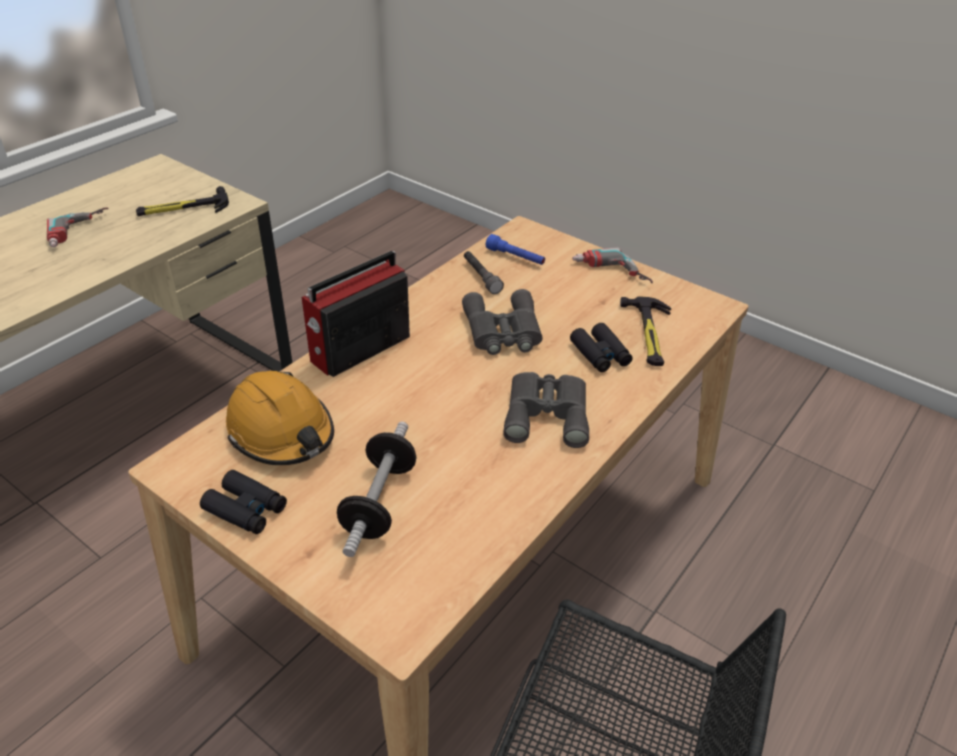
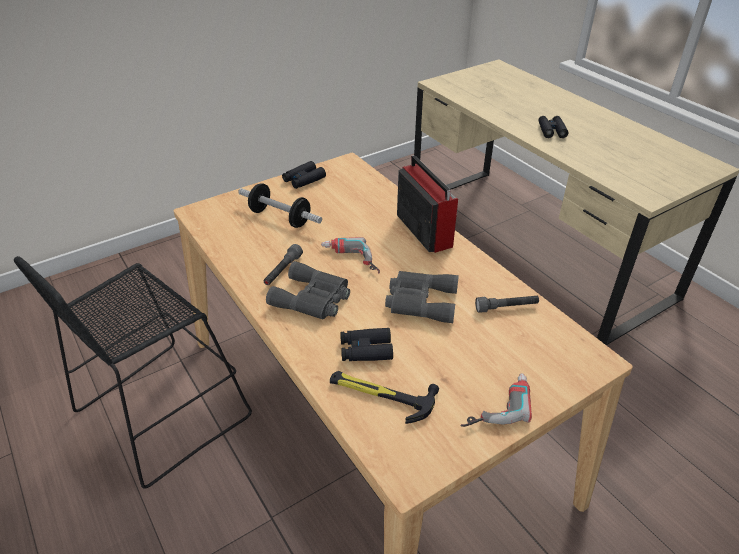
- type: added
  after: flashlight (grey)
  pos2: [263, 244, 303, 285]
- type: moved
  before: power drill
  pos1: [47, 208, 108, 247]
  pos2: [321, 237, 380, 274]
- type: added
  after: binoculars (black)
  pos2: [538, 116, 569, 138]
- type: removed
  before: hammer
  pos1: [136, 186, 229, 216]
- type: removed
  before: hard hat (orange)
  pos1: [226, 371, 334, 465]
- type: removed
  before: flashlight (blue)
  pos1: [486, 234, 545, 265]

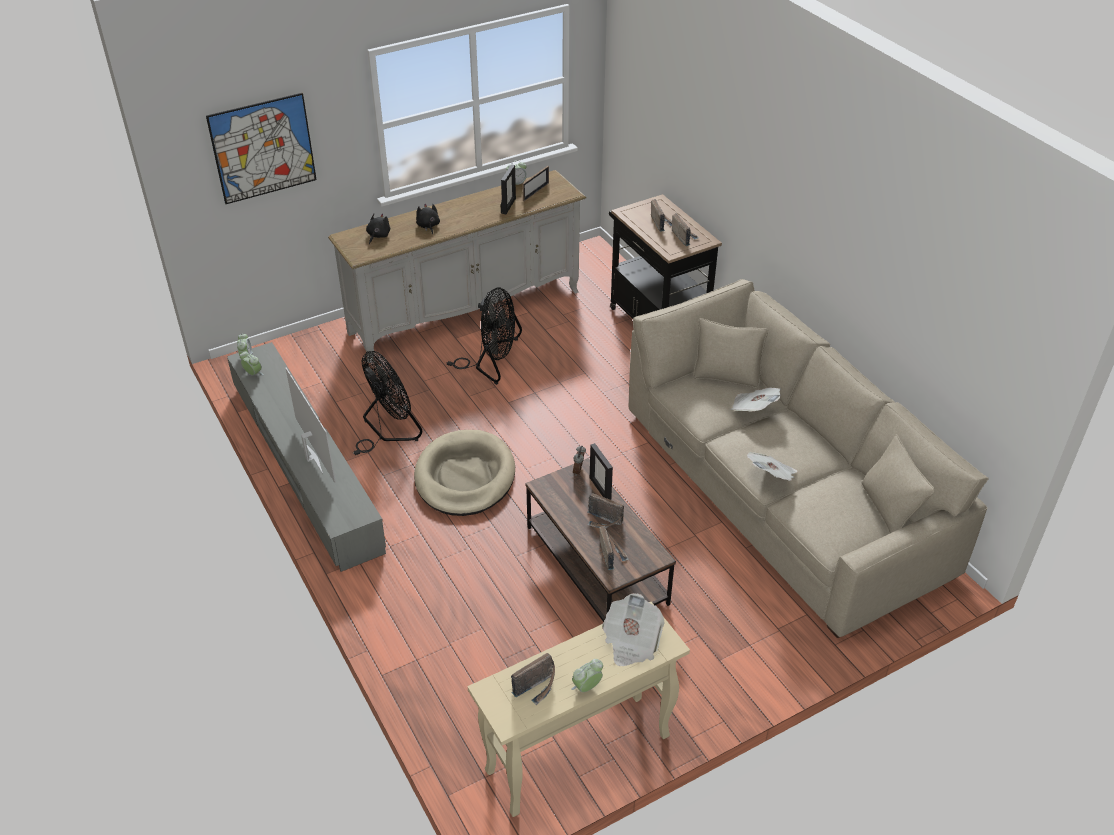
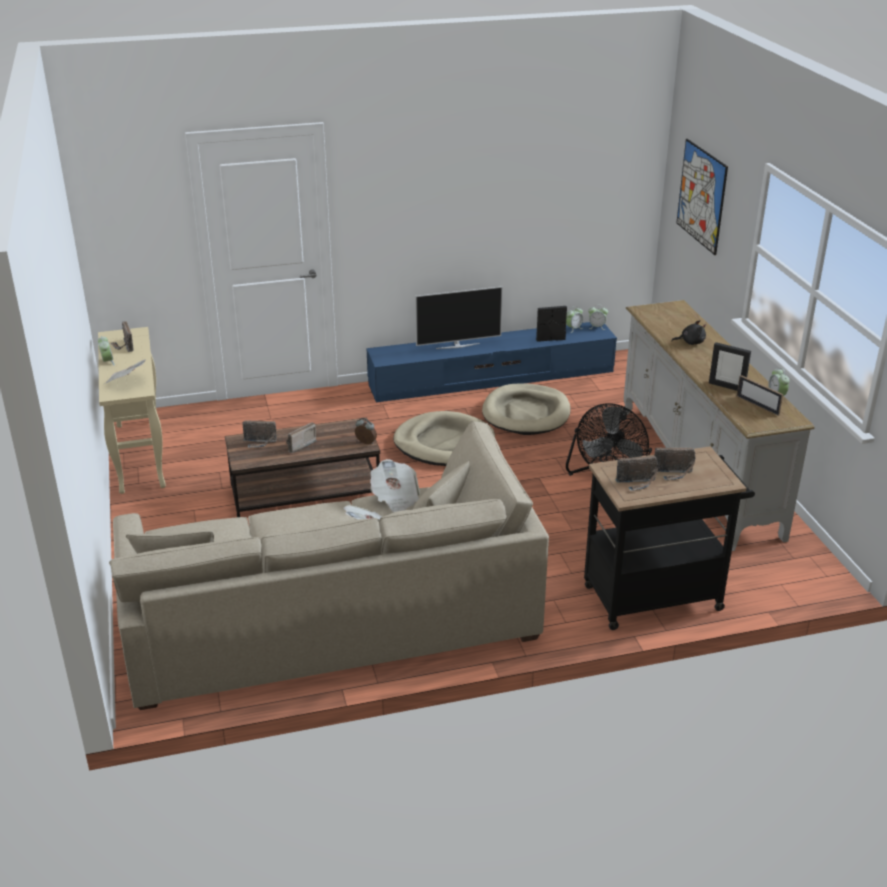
- type: recoloured
  before: tv stand (grey)
  after: tv stand (blue)
  pos1: [227, 342, 386, 572]
  pos2: [366, 322, 617, 402]
- type: moved
  before: newspaper
  pos1: [747, 452, 797, 481]
  pos2: [370, 459, 420, 513]
- type: replaced
  before: fan (black)
  after: dog bed (beige)
  pos1: [353, 351, 422, 455]
  pos2: [482, 384, 571, 435]
- type: moved
  before: picture frame
  pos1: [590, 443, 613, 500]
  pos2: [536, 306, 567, 342]
- type: removed
  before: plush toy (black)
  pos1: [366, 213, 390, 244]

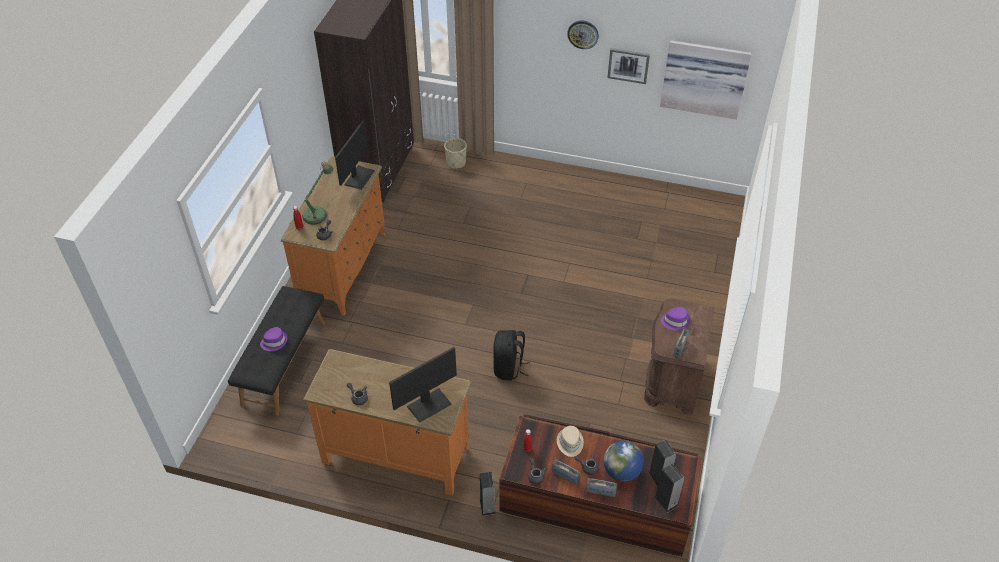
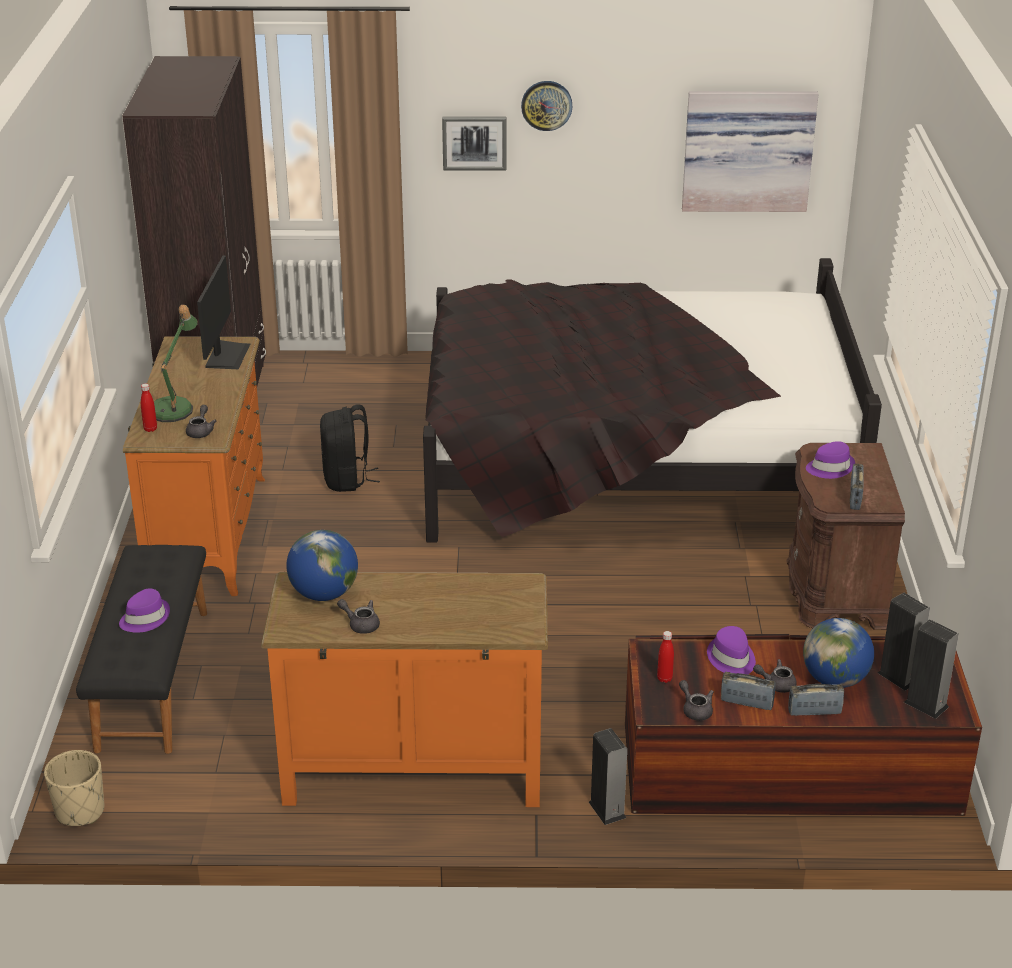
- type: moved
  before: planter (beige)
  pos1: [444, 138, 467, 169]
  pos2: [44, 750, 104, 826]
- type: added
  after: globe
  pos2: [286, 530, 358, 601]
- type: moved
  before: backpack (black)
  pos1: [493, 330, 530, 380]
  pos2: [320, 404, 380, 492]
- type: added
  after: bed (black)
  pos2: [423, 258, 882, 543]
- type: moved
  before: picture
  pos1: [608, 48, 650, 84]
  pos2: [442, 116, 506, 171]
- type: recoloured
  before: hat (beige)
  after: hat (purple)
  pos1: [557, 426, 584, 457]
  pos2: [707, 626, 756, 674]
- type: removed
  before: monitor
  pos1: [389, 347, 457, 423]

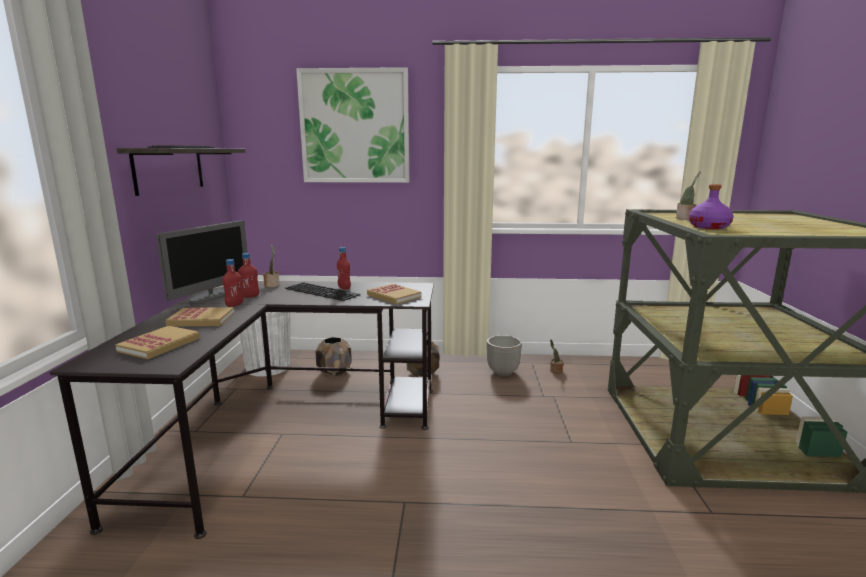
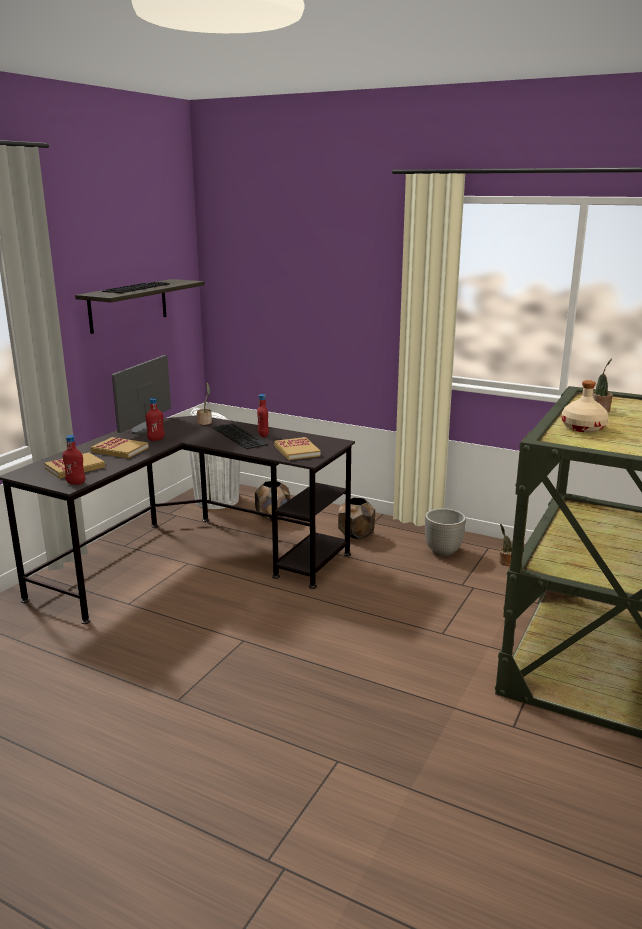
- type: moved
  before: bottle (red)
  pos1: [238, 253, 259, 298]
  pos2: [63, 435, 85, 485]
- type: turned
  before: monitor
  pos1: [156, 220, 247, 303]
  pos2: [112, 355, 171, 434]
  turn: 150
- type: recoloured
  before: bottle (purple)
  after: bottle (beige)
  pos1: [689, 184, 734, 229]
  pos2: [561, 380, 608, 432]
- type: removed
  before: picture
  pos1: [296, 67, 409, 183]

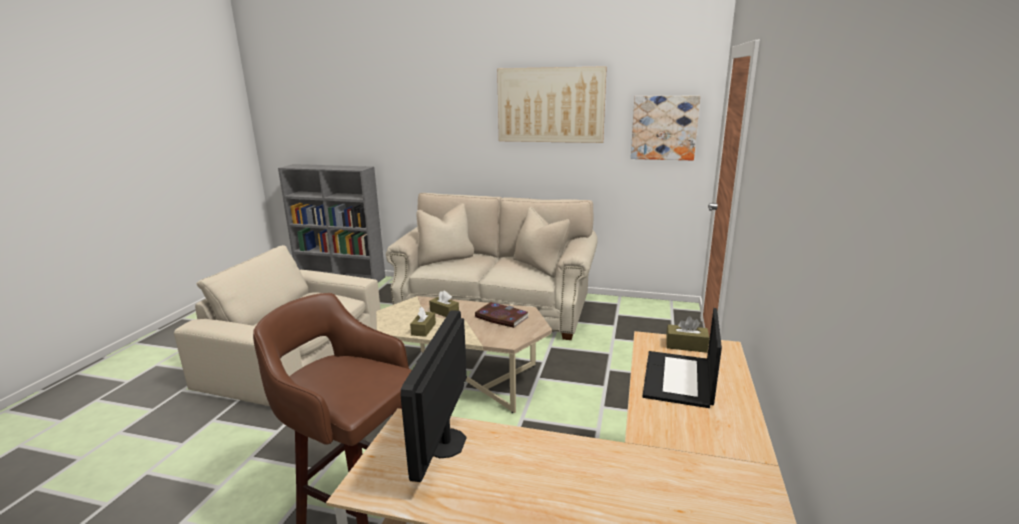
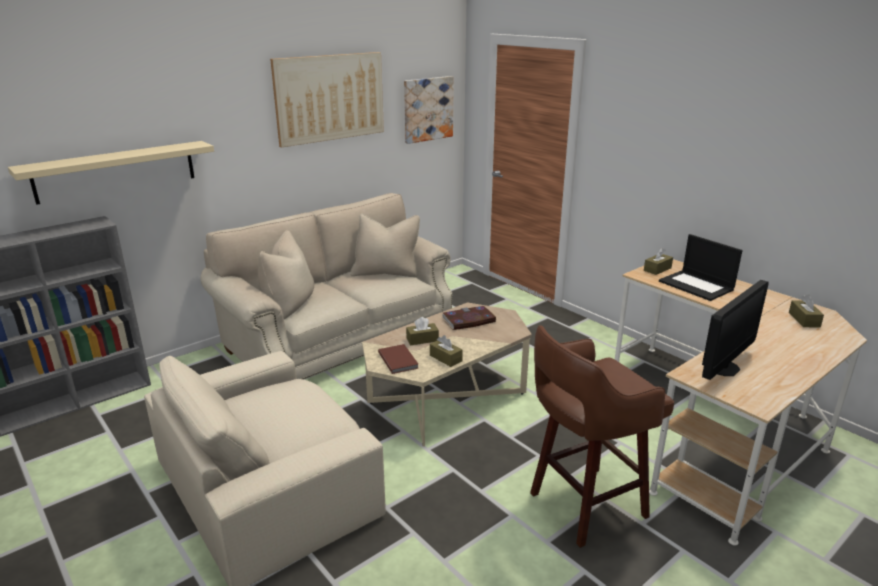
- type: added
  after: shelf (beige)
  pos2: [8, 141, 214, 205]
- type: added
  after: book (brown)
  pos2: [378, 344, 419, 374]
- type: turned
  before: monitor
  pos1: [401, 310, 467, 482]
  pos2: [702, 280, 769, 380]
  turn: -90
- type: added
  after: tissue box (brown)
  pos2: [789, 294, 824, 328]

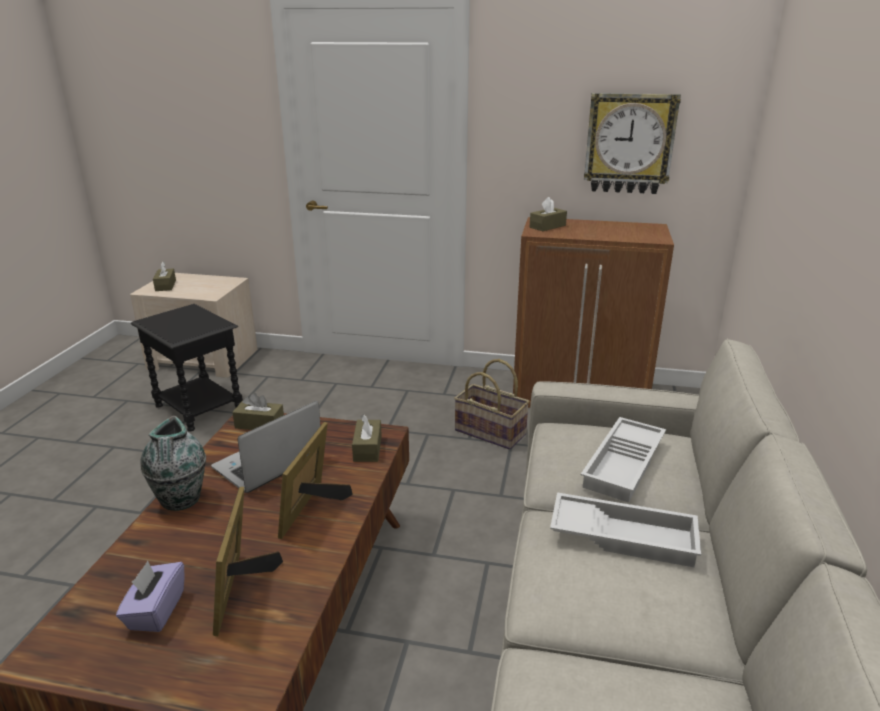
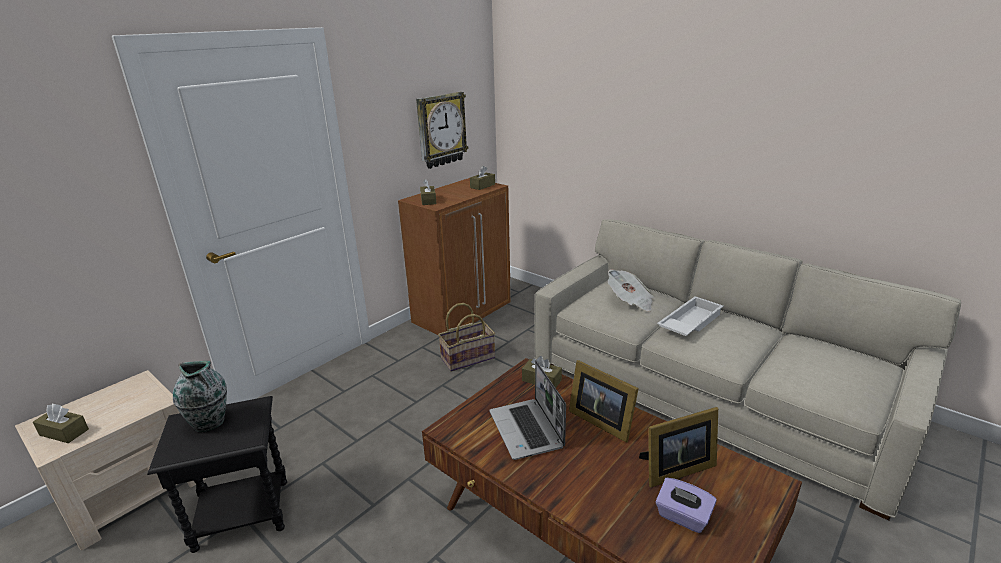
- type: moved
  before: vase
  pos1: [140, 416, 206, 511]
  pos2: [173, 361, 227, 432]
- type: moved
  before: tissue box (brown)
  pos1: [232, 393, 284, 430]
  pos2: [470, 166, 495, 190]
- type: replaced
  before: tray (white)
  after: newspaper
  pos1: [581, 417, 666, 503]
  pos2: [608, 269, 654, 311]
- type: turned
  before: picture frame
  pos1: [213, 487, 283, 636]
  pos2: [639, 407, 718, 487]
  turn: -45

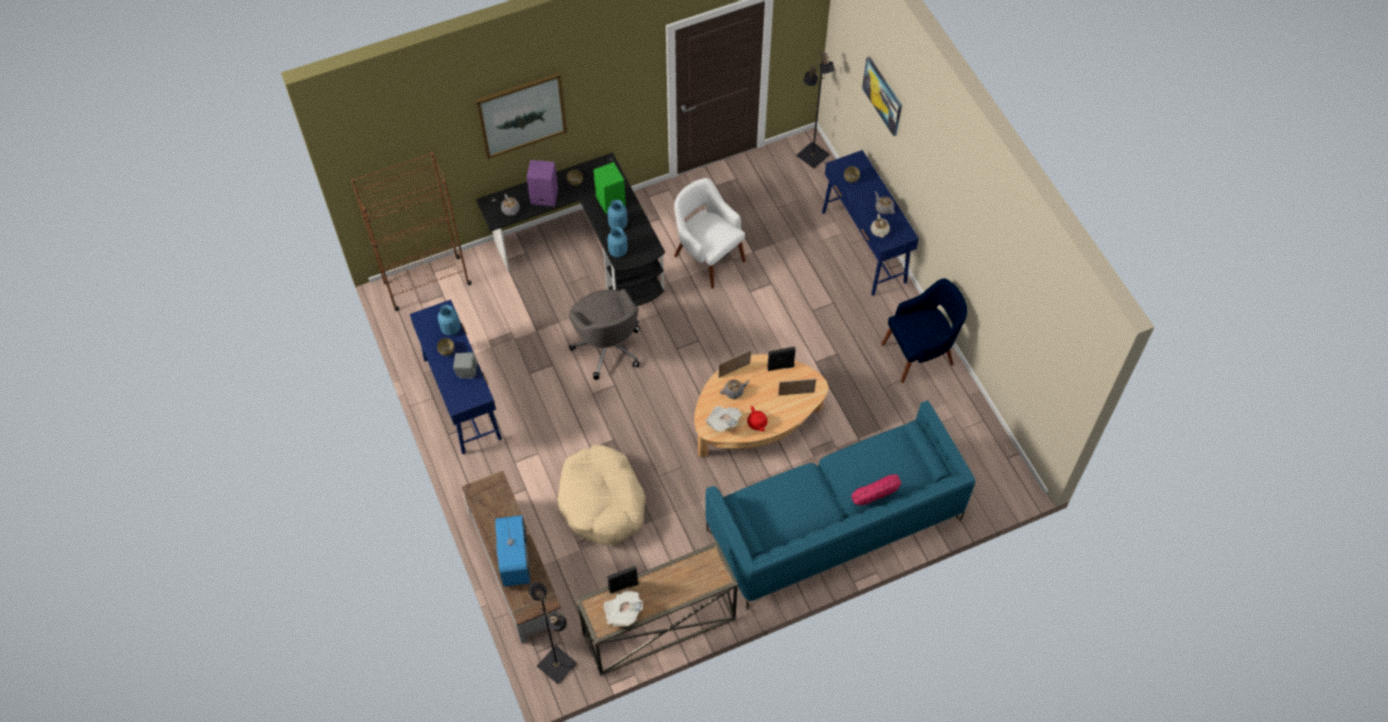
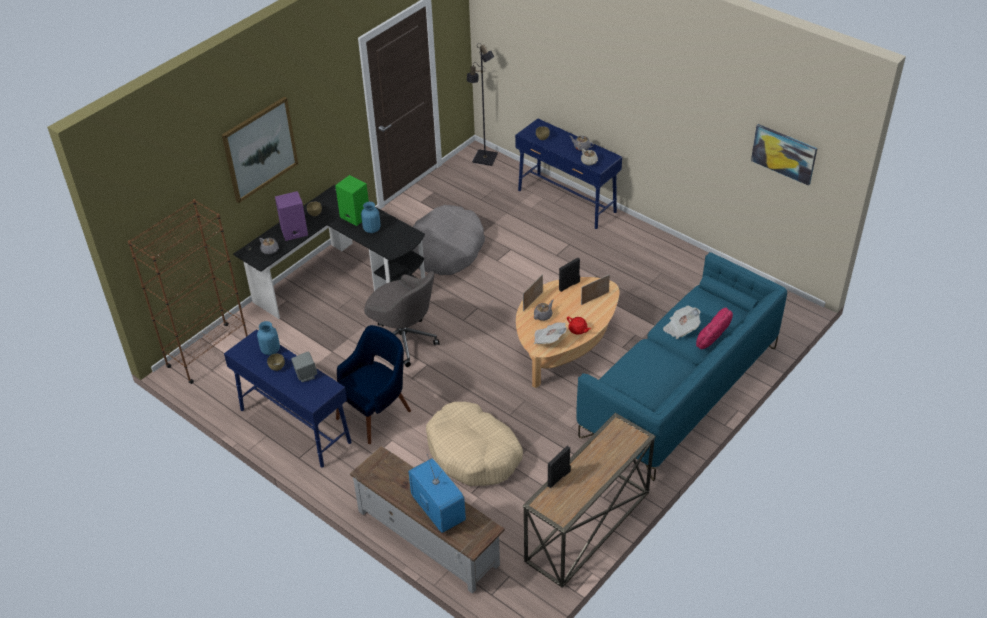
- type: moved
  before: armchair (blue)
  pos1: [881, 278, 967, 383]
  pos2: [336, 325, 411, 444]
- type: replaced
  before: armchair (white)
  after: dog bed (grey)
  pos1: [674, 178, 745, 288]
  pos2: [412, 205, 485, 275]
- type: moved
  before: newspaper
  pos1: [603, 590, 643, 626]
  pos2: [663, 306, 701, 339]
- type: moved
  before: picture
  pos1: [862, 57, 902, 136]
  pos2: [751, 124, 817, 186]
- type: removed
  before: floor lamp (black)
  pos1: [529, 582, 577, 684]
- type: removed
  before: vase (blue)
  pos1: [608, 227, 628, 257]

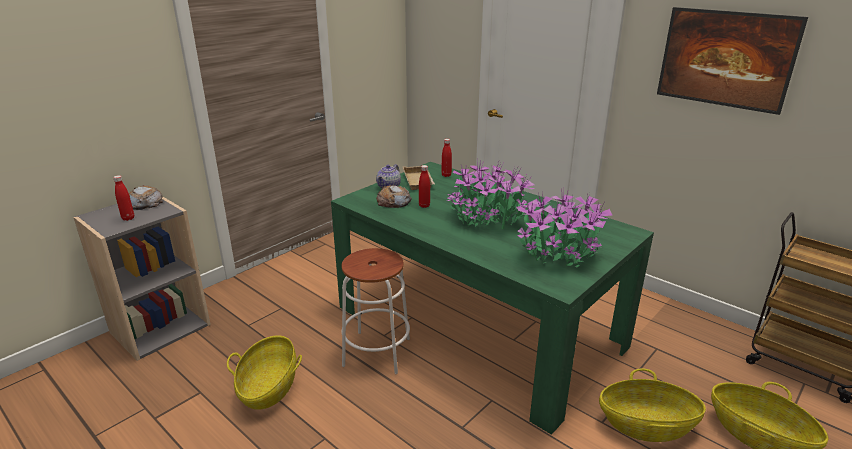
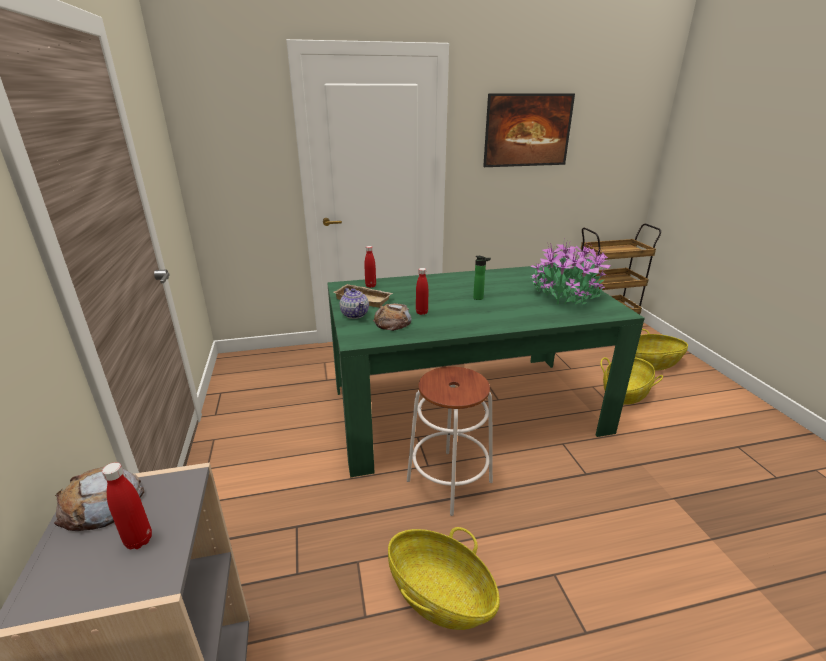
- type: replaced
  before: potted plant
  after: bottle
  pos1: [447, 160, 535, 229]
  pos2: [473, 256, 491, 300]

